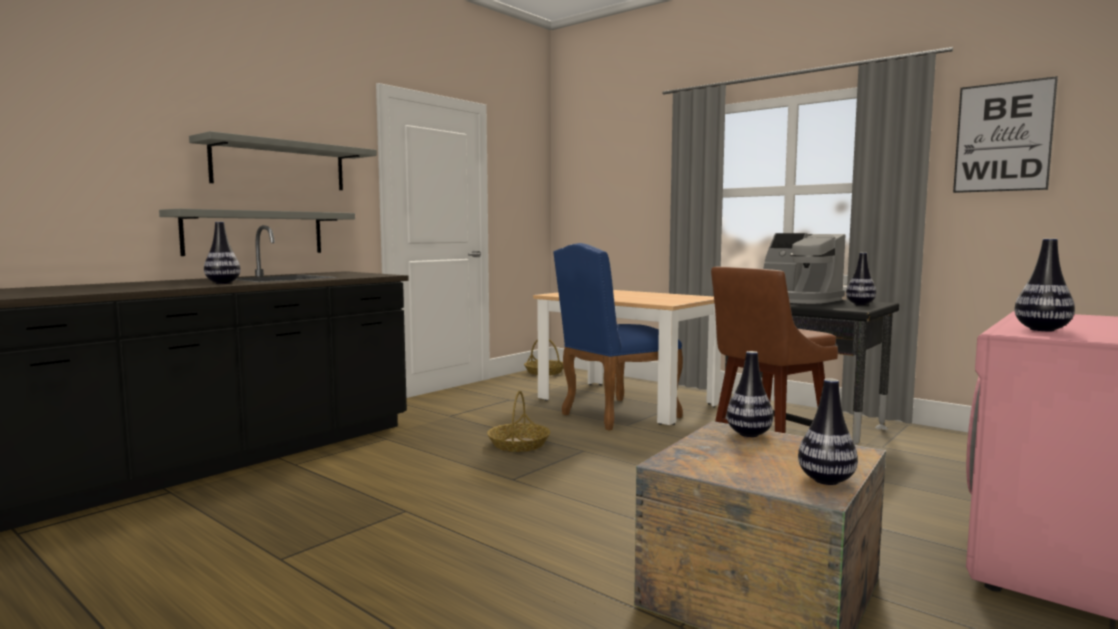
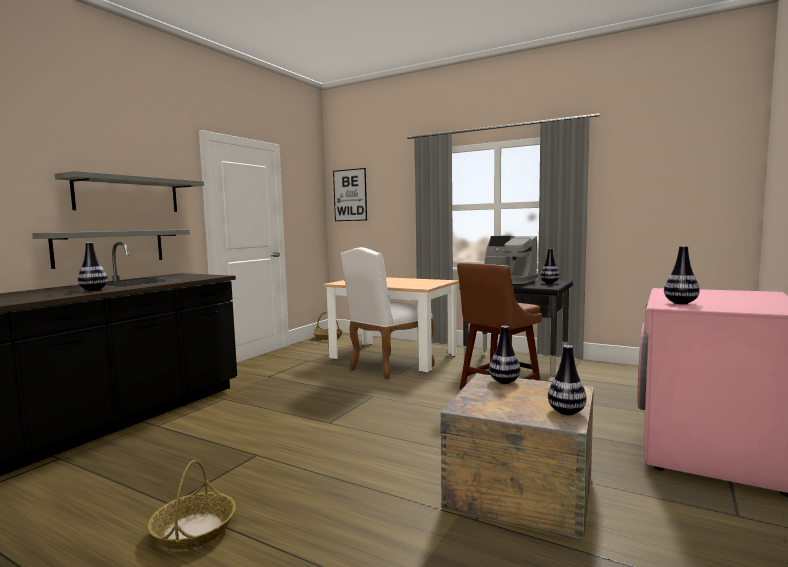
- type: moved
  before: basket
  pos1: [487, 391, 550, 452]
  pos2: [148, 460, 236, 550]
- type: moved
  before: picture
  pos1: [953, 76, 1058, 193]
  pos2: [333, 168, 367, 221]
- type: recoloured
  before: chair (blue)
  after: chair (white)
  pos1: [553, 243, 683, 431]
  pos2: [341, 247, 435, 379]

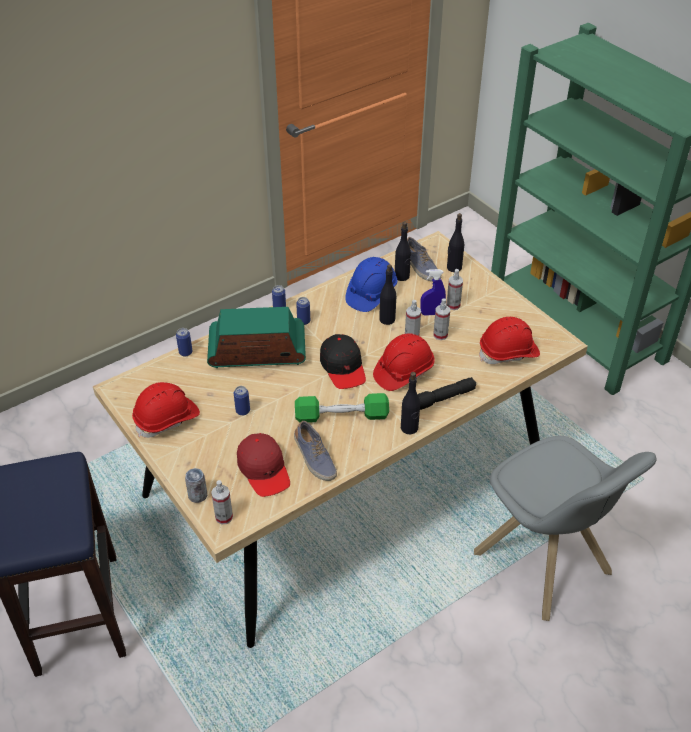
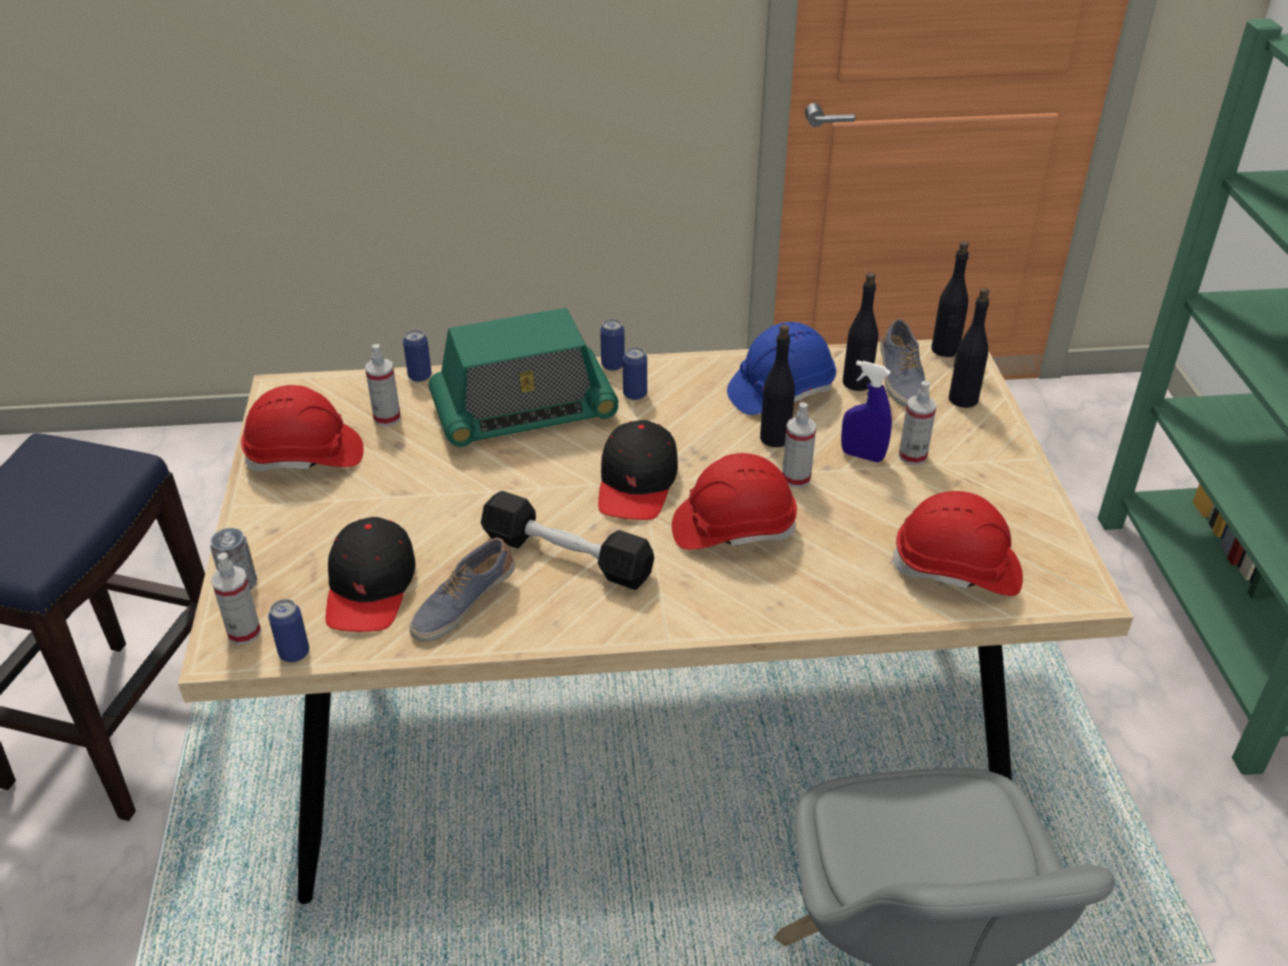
- type: moved
  before: can
  pos1: [234, 386, 250, 416]
  pos2: [268, 599, 309, 663]
- type: recoloured
  before: cap (red)
  after: cap (black)
  pos1: [237, 433, 290, 497]
  pos2: [326, 517, 416, 632]
- type: moved
  before: spray bottle
  pos1: [433, 298, 450, 340]
  pos2: [365, 344, 401, 426]
- type: turned
  before: shoe
  pos1: [294, 421, 337, 481]
  pos2: [410, 537, 515, 642]
  turn: 45
- type: turned
  before: radio
  pos1: [207, 307, 306, 368]
  pos2: [428, 308, 618, 447]
  turn: 135
- type: recoloured
  before: dumbbell (green)
  after: dumbbell (black)
  pos1: [295, 393, 389, 423]
  pos2: [481, 491, 654, 590]
- type: moved
  before: bottle (black)
  pos1: [401, 372, 420, 434]
  pos2: [931, 241, 969, 357]
- type: removed
  before: flashlight (black)
  pos1: [417, 377, 476, 410]

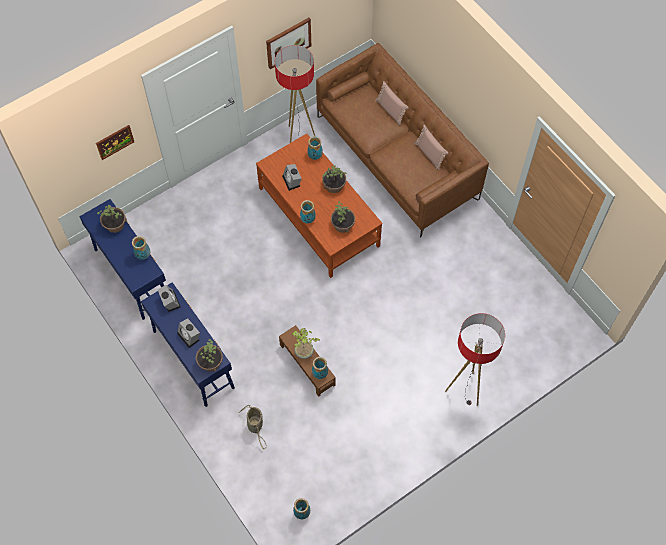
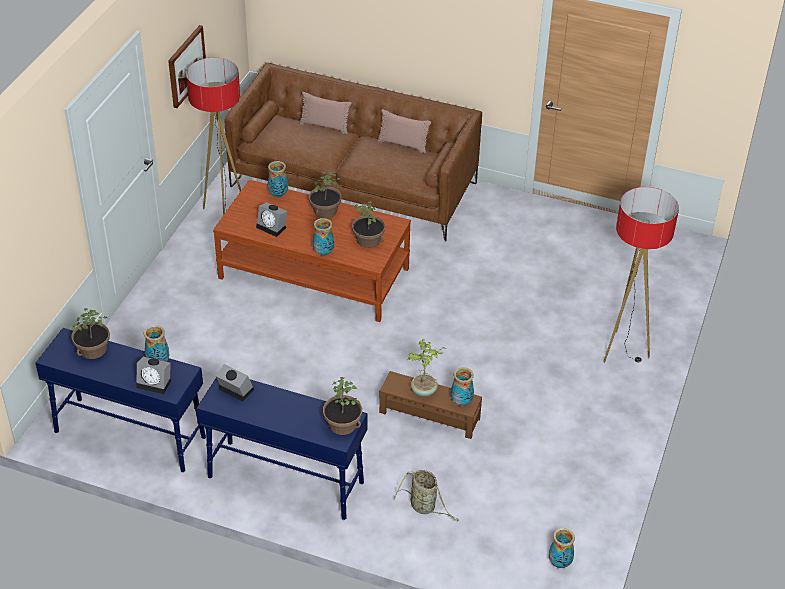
- type: moved
  before: alarm clock
  pos1: [177, 319, 200, 348]
  pos2: [136, 357, 171, 394]
- type: removed
  before: picture
  pos1: [96, 125, 134, 160]

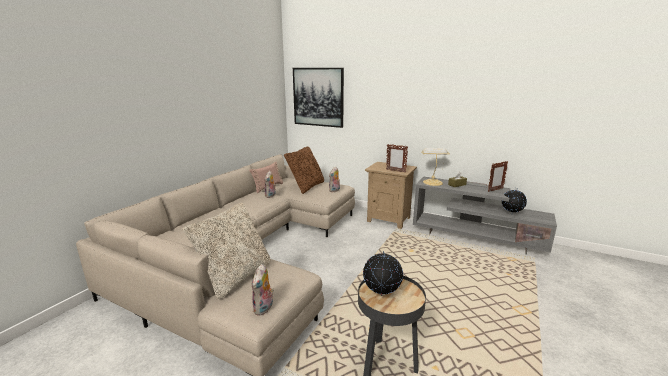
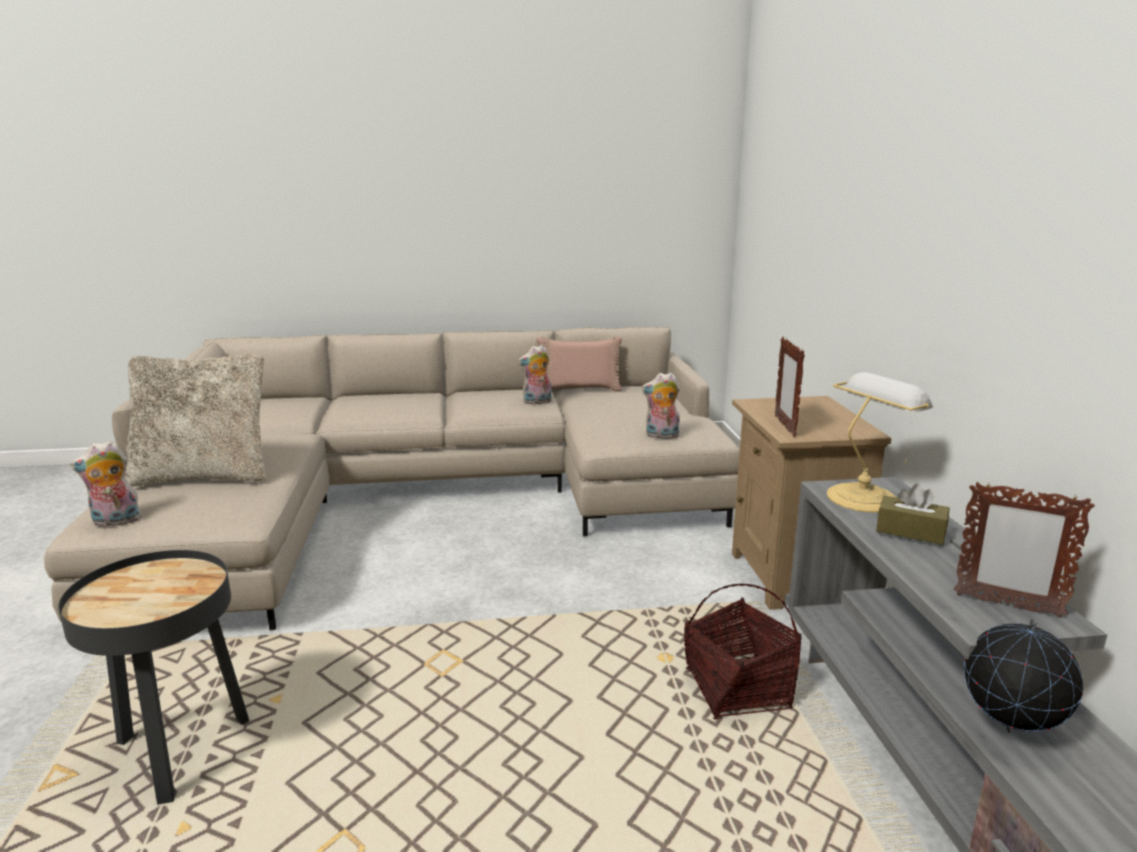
- type: added
  after: basket
  pos2: [684, 584, 801, 720]
- type: removed
  before: pillow (brown)
  pos1: [284, 147, 324, 194]
- type: removed
  before: picture
  pos1: [293, 68, 344, 128]
- type: removed
  before: globe
  pos1: [363, 251, 403, 296]

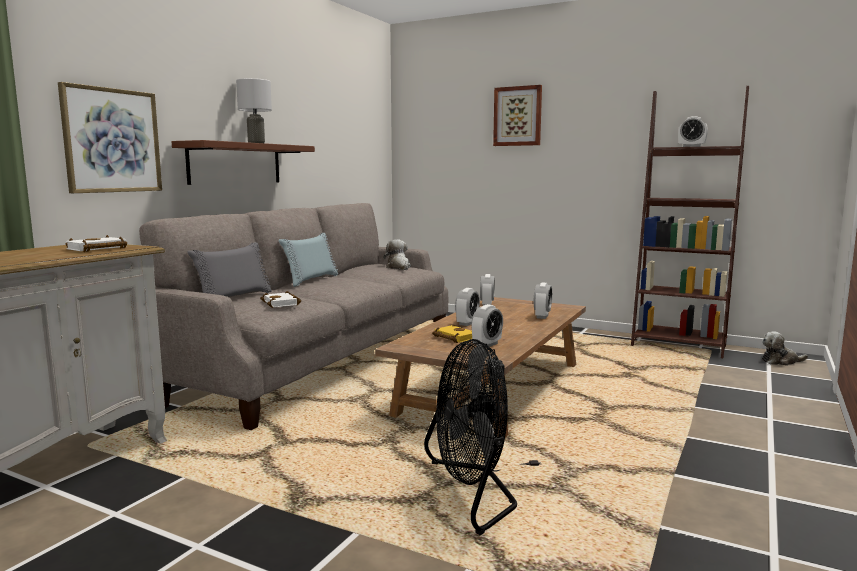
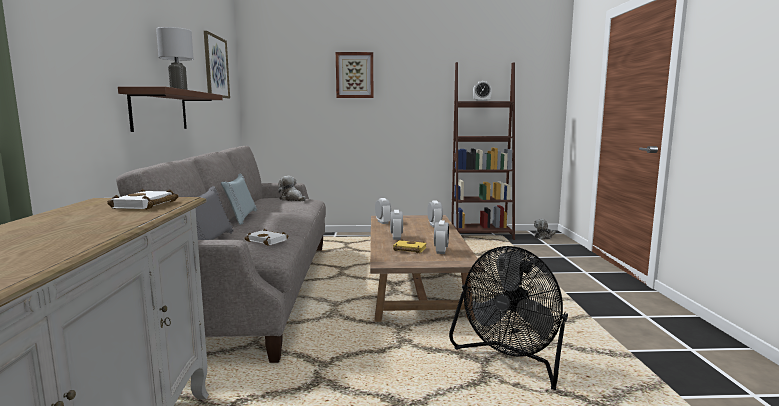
- type: moved
  before: picture
  pos1: [58, 82, 162, 193]
  pos2: [204, 31, 230, 98]

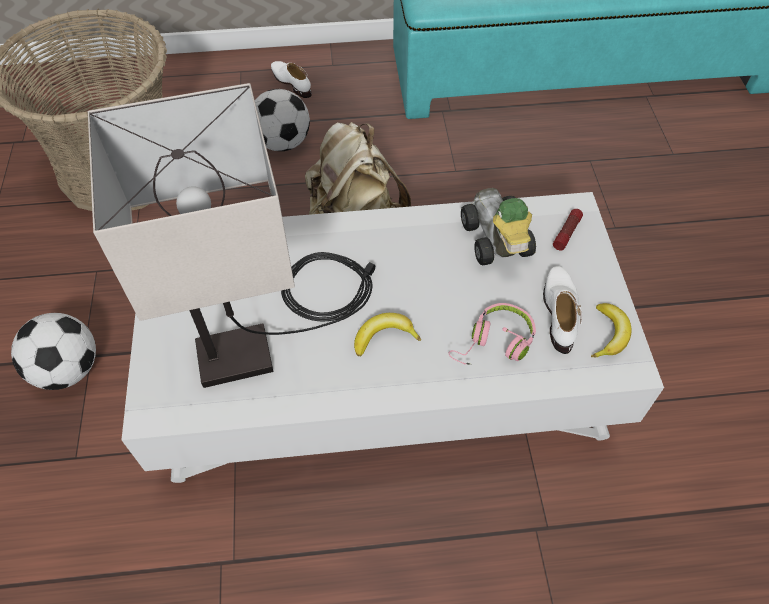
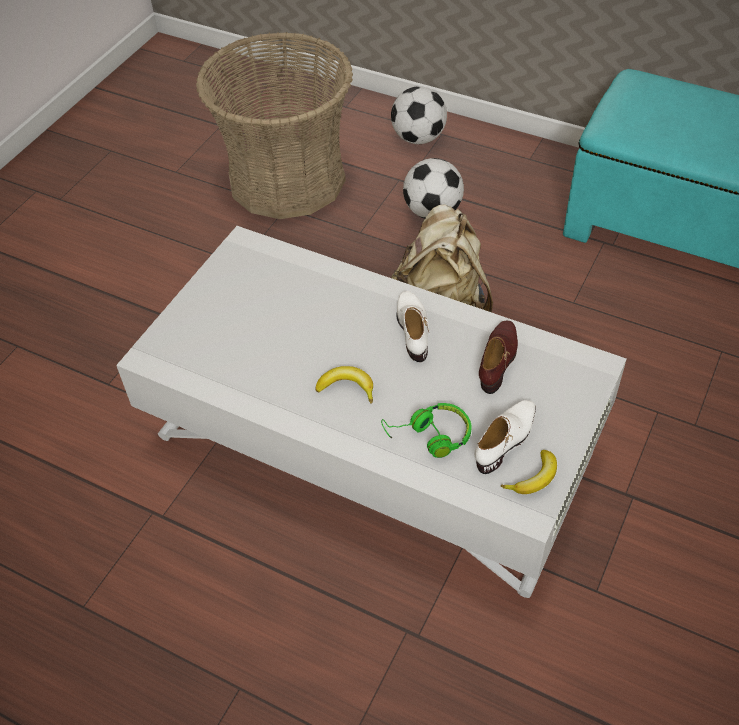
- type: recoloured
  before: headphones (pink)
  after: headphones (green)
  pos1: [448, 303, 536, 365]
  pos2: [381, 403, 472, 458]
- type: moved
  before: football
  pos1: [11, 313, 96, 390]
  pos2: [391, 86, 447, 144]
- type: moved
  before: shoe (white)
  pos1: [271, 61, 312, 98]
  pos2: [397, 291, 430, 362]
- type: replaced
  before: toy car
  after: shoe (brown)
  pos1: [461, 188, 536, 265]
  pos2: [479, 321, 518, 394]
- type: removed
  before: table lamp
  pos1: [88, 83, 375, 388]
- type: removed
  before: flashlight
  pos1: [553, 209, 583, 250]

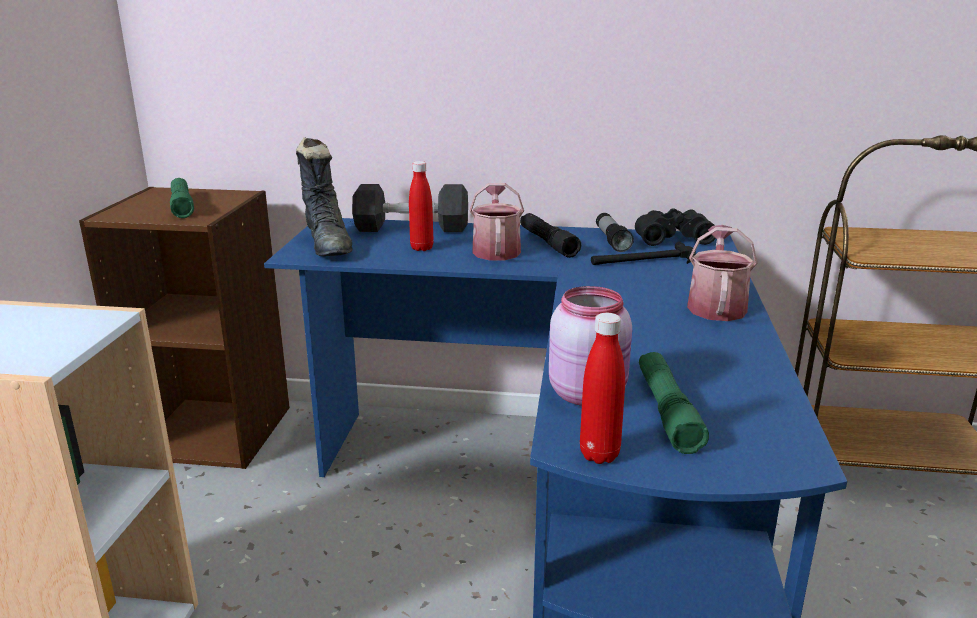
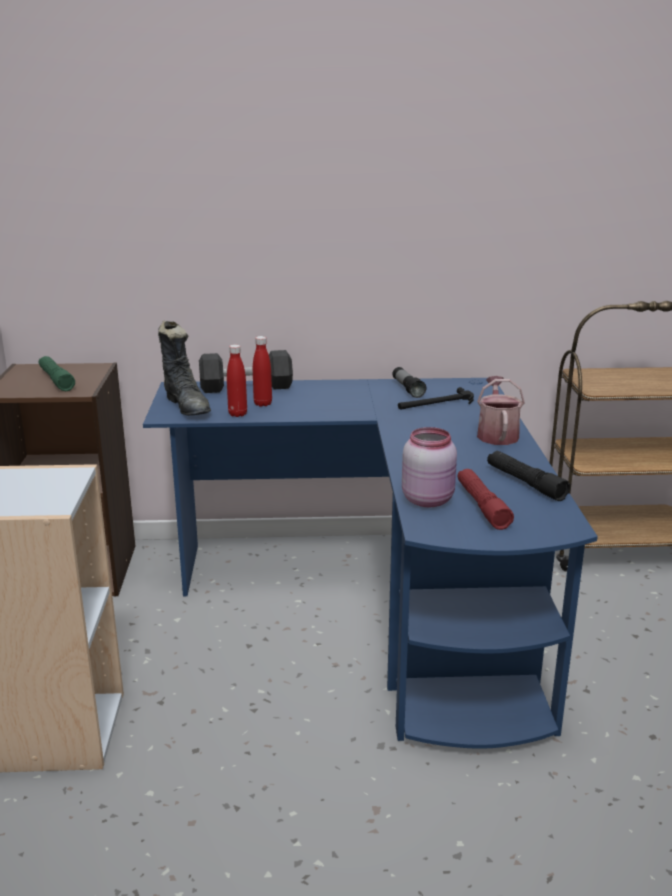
- type: moved
  before: bottle (red)
  pos1: [580, 313, 625, 464]
  pos2: [227, 345, 247, 417]
- type: recoloured
  before: flashlight (green)
  after: flashlight (red)
  pos1: [639, 352, 709, 454]
  pos2: [457, 469, 514, 530]
- type: moved
  before: flashlight (black)
  pos1: [520, 213, 581, 258]
  pos2: [487, 451, 570, 501]
- type: removed
  before: watering can
  pos1: [469, 183, 524, 260]
- type: removed
  before: binoculars (black)
  pos1: [635, 208, 716, 246]

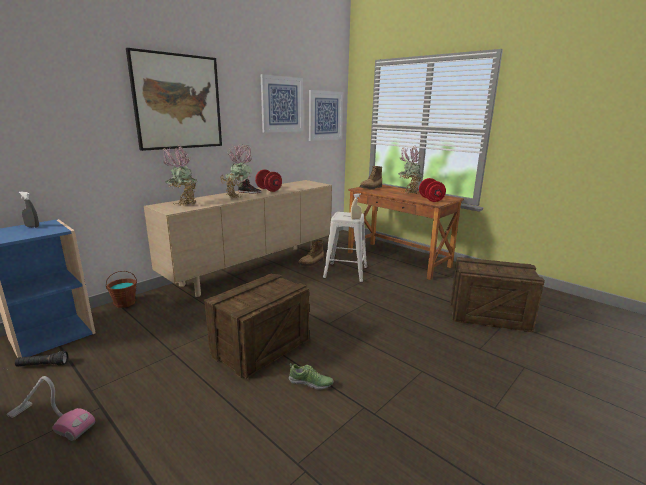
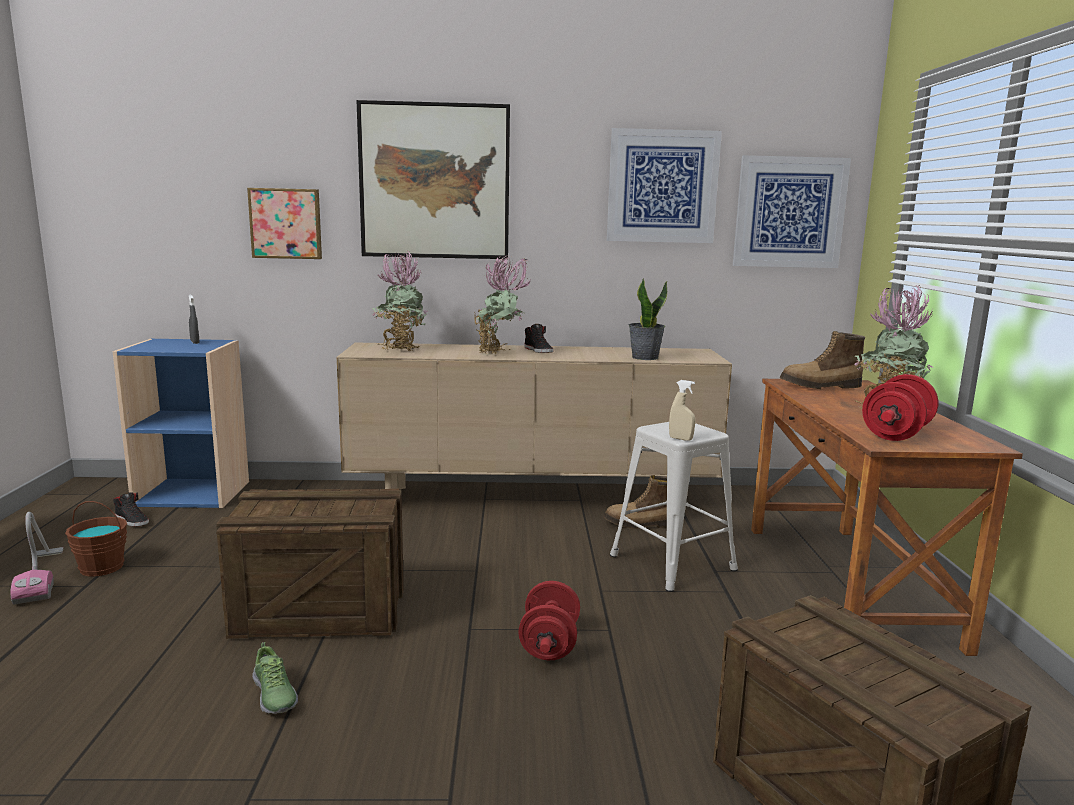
- type: moved
  before: bucket (brown)
  pos1: [106, 271, 137, 308]
  pos2: [65, 501, 127, 576]
- type: replaced
  before: flashlight (black)
  after: shoe (black)
  pos1: [15, 351, 68, 367]
  pos2: [113, 492, 149, 527]
- type: added
  after: picture
  pos2: [247, 188, 322, 259]
- type: moved
  before: dumbbell (red)
  pos1: [255, 169, 282, 192]
  pos2: [518, 581, 580, 660]
- type: added
  after: potted plant
  pos2: [629, 278, 667, 360]

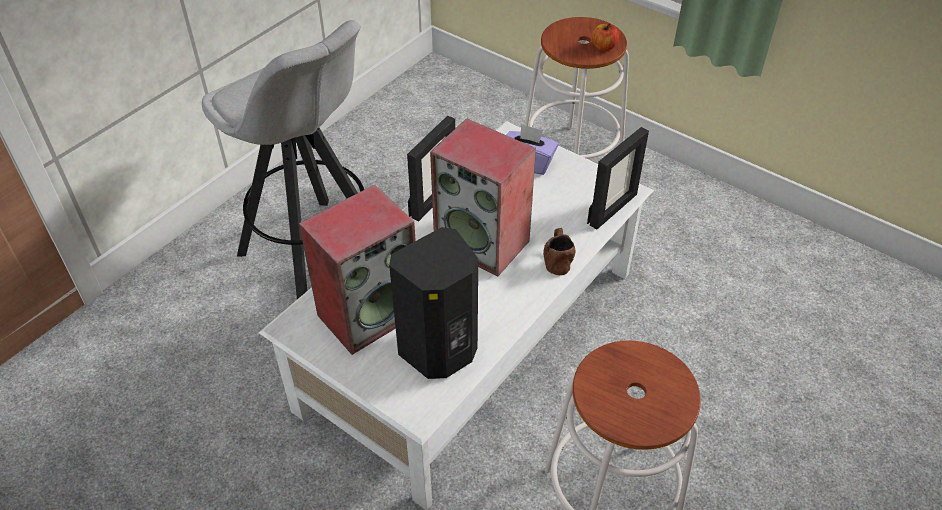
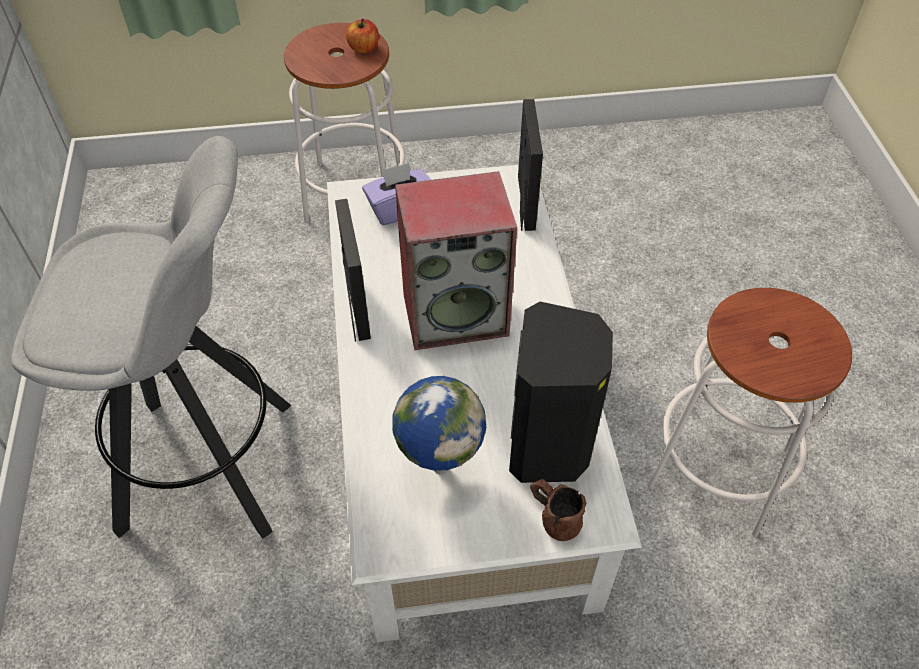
- type: replaced
  before: speaker
  after: globe
  pos1: [299, 185, 416, 355]
  pos2: [393, 376, 486, 474]
- type: moved
  before: mug (brown)
  pos1: [543, 228, 576, 275]
  pos2: [530, 479, 586, 541]

